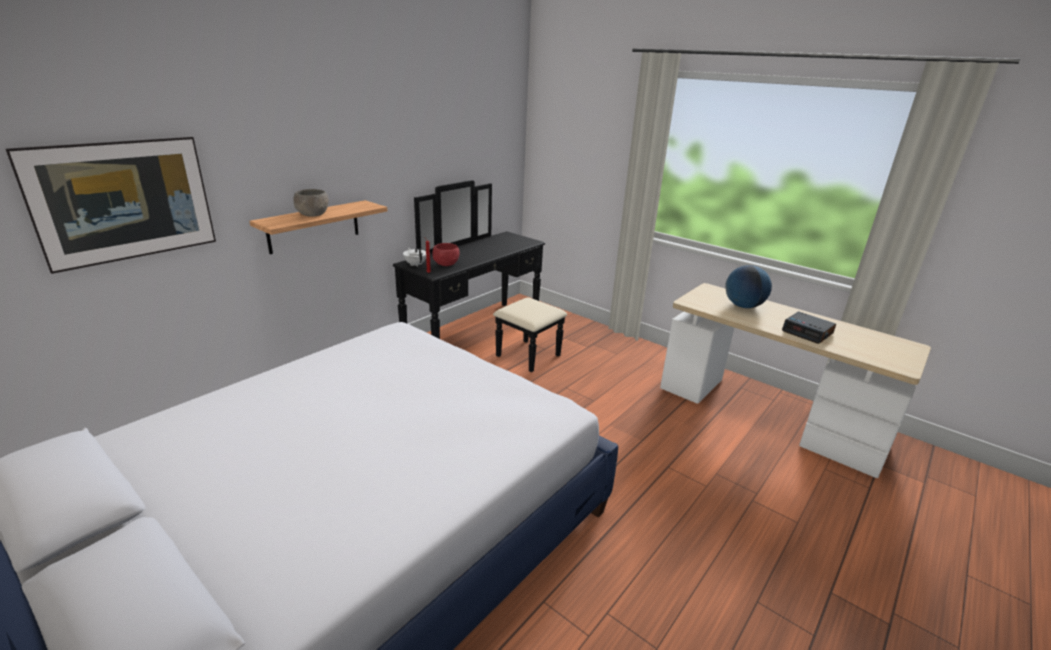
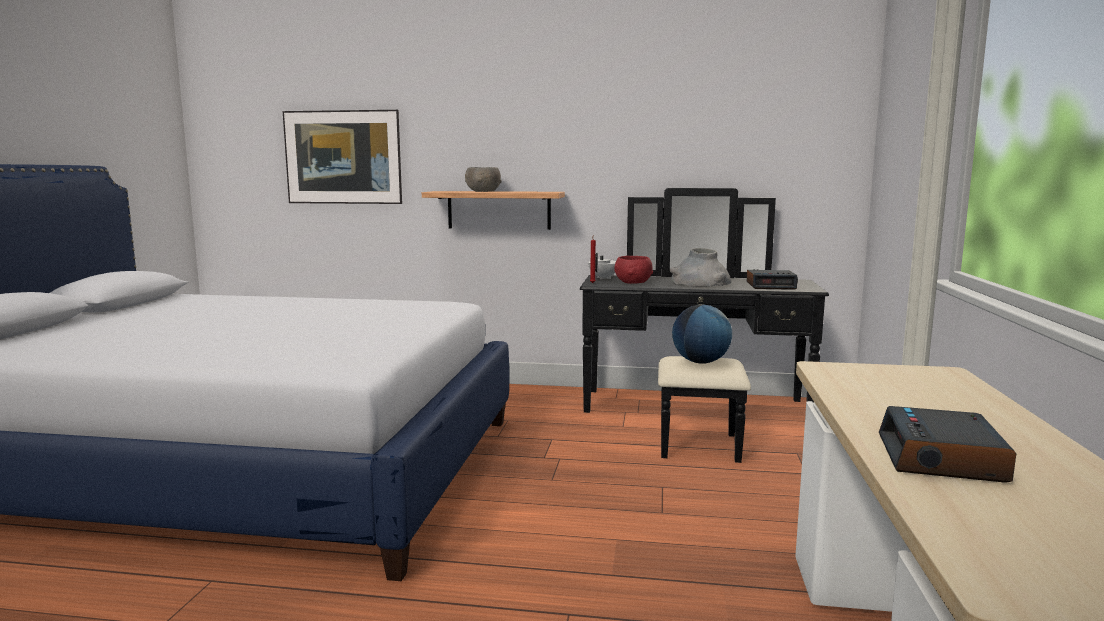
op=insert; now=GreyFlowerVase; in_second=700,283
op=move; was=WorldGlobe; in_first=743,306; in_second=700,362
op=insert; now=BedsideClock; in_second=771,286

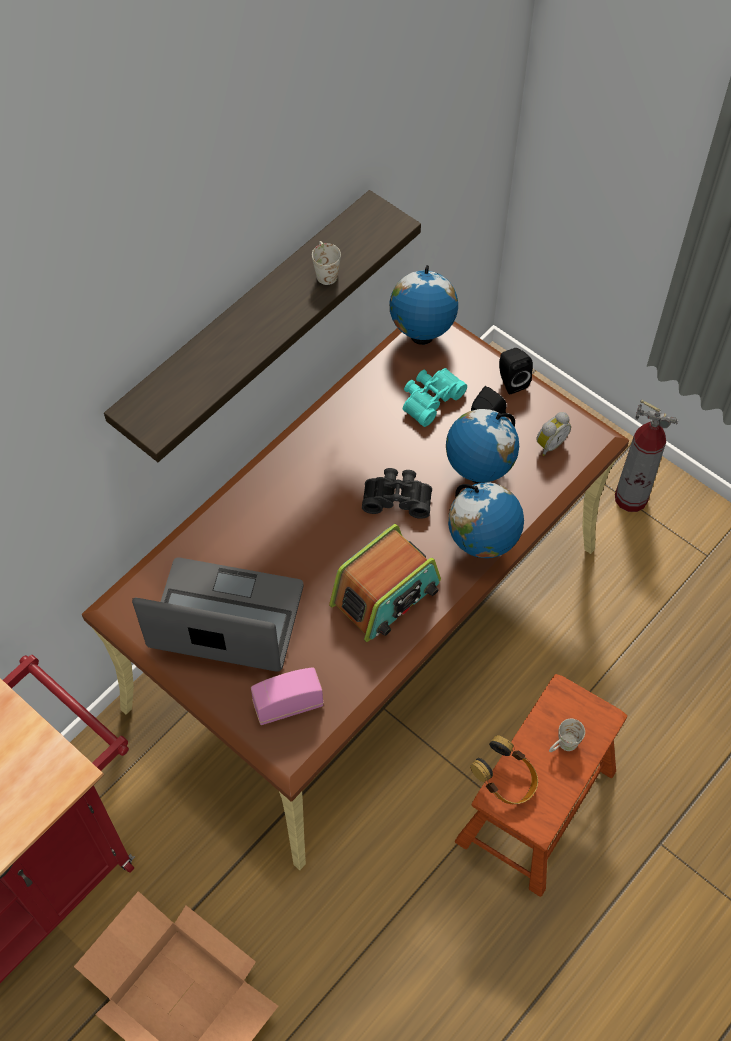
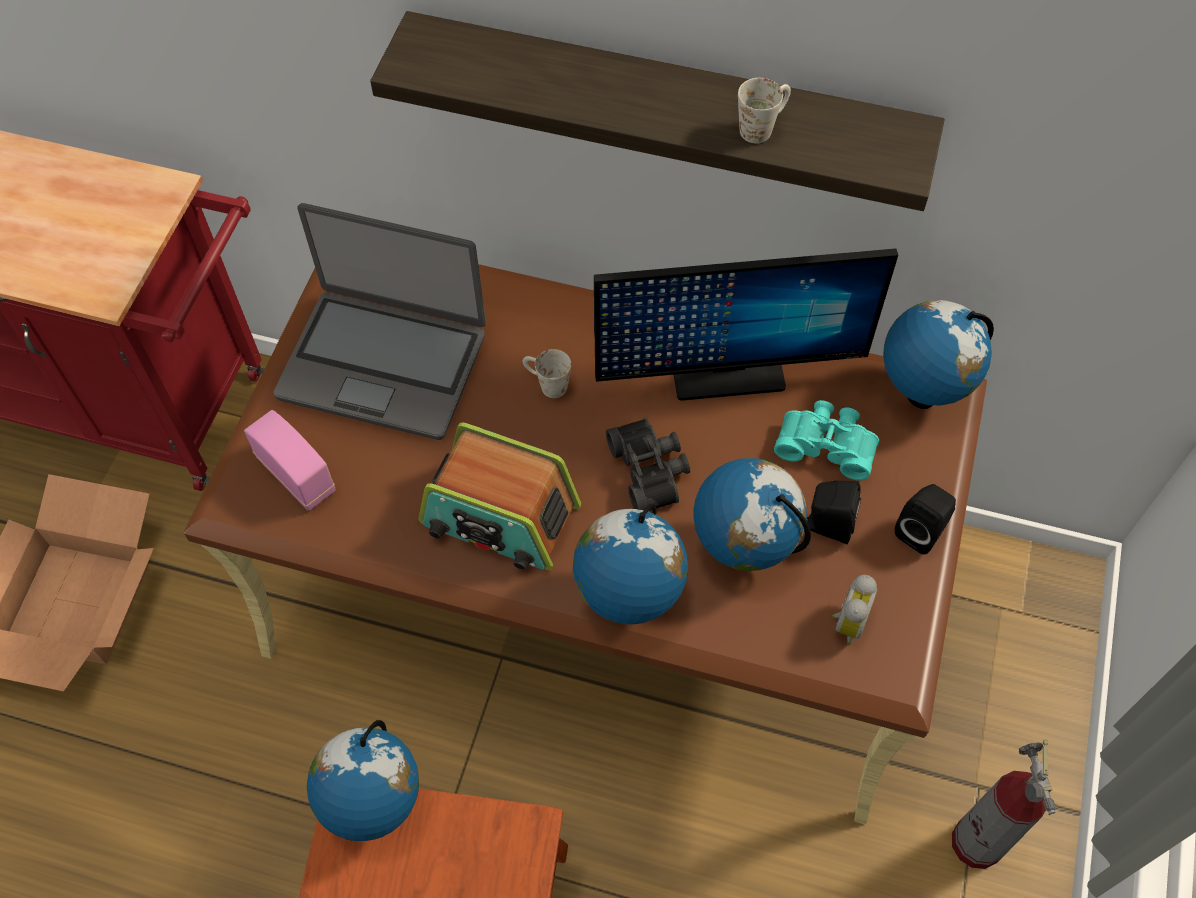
op=rotate; was=NotebookComputer; in_first=226,619; in_second=383,363; clockwise=120
op=replace; was=PairOfHeadphones; now=WorldGlobe; in_first=505,780; in_second=375,805
op=move; was=WhiteCoffeeMug; in_first=563,746; in_second=546,384
op=insert; now=ComputerDisplay; in_second=726,372
op=rotate; was=BedsideClock; in_first=549,444; in_second=847,621; clockwise=-90

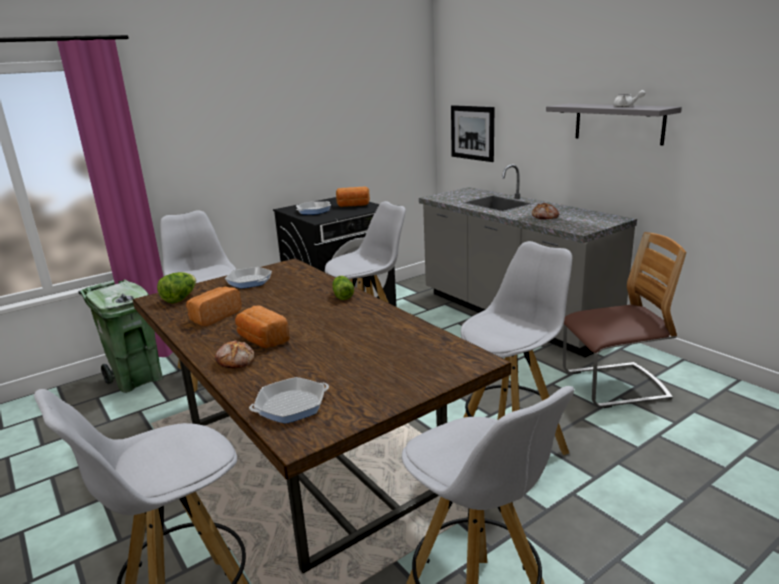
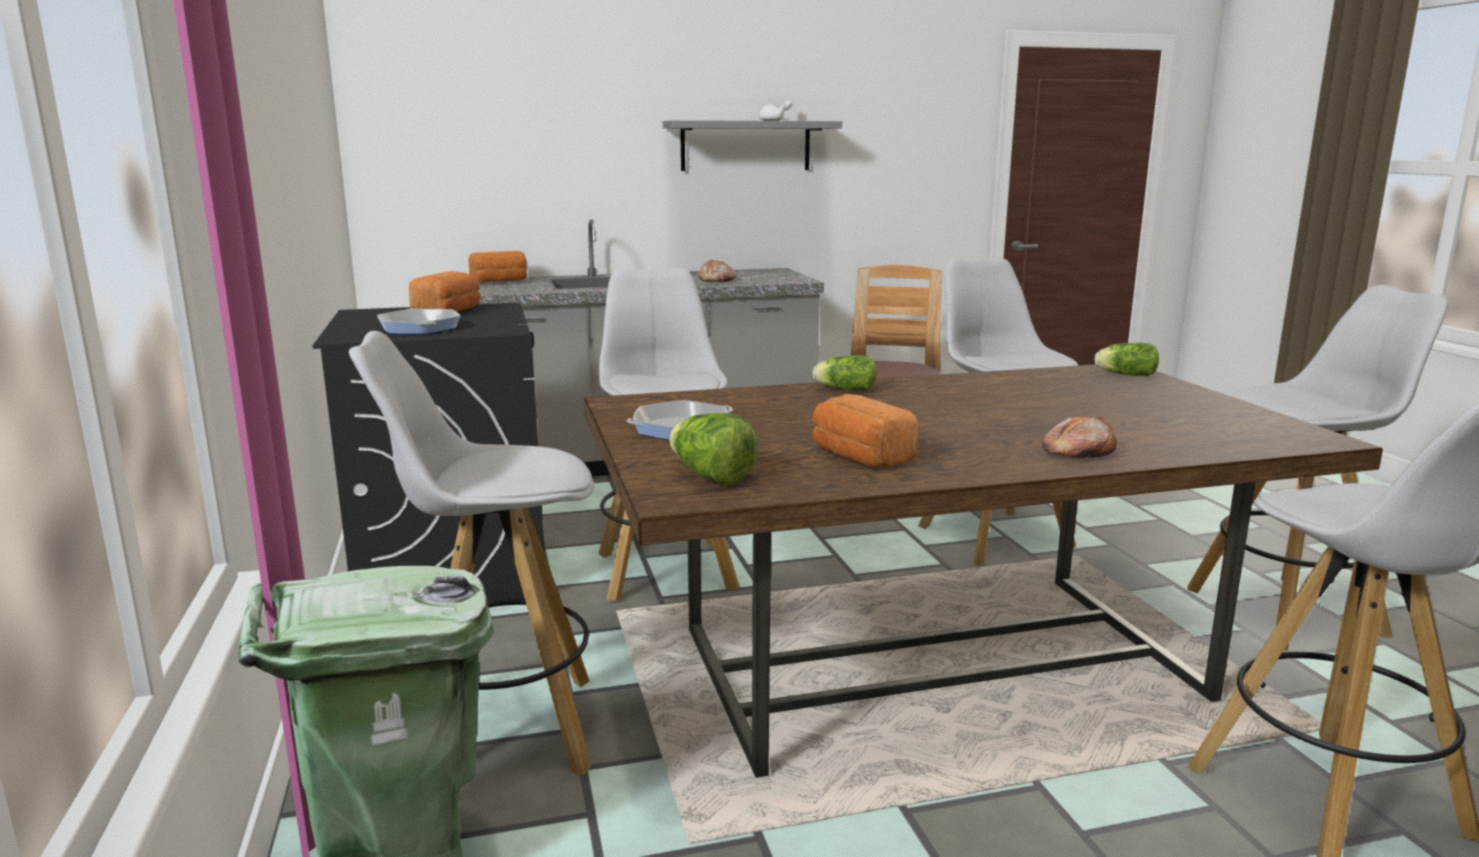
op=move; was=BakeryBread; in_first=262,340; in_second=500,281
op=insert; now=LettuceHead; in_second=1124,374
op=delete; was=Pan; in_first=291,405
op=delete; was=Picture; in_first=472,133

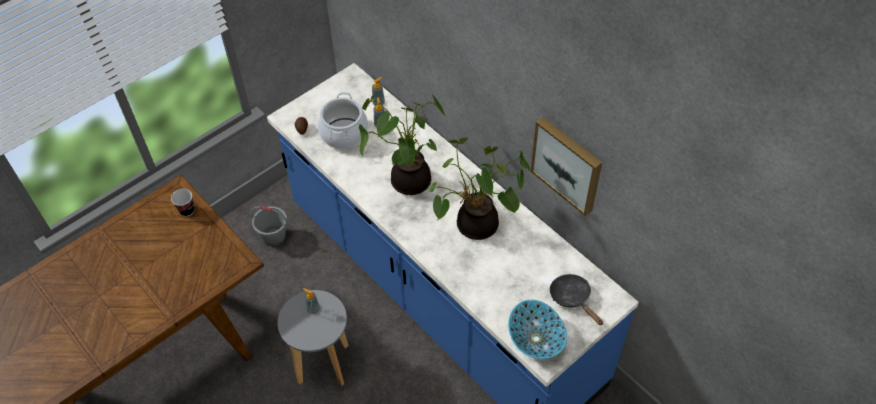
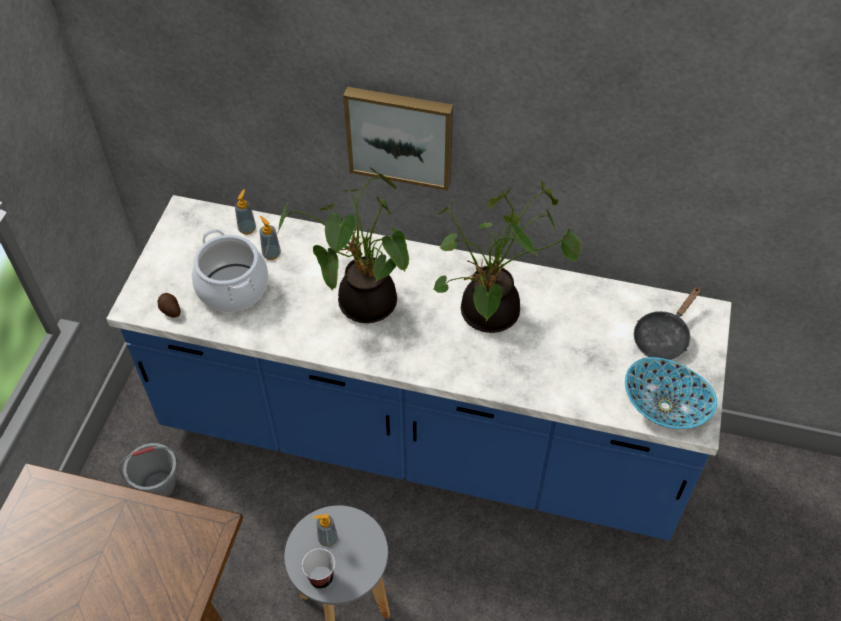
op=move; was=DrinkingCup; in_first=187,210; in_second=321,578
op=move; was=Picture; in_first=567,164; in_second=400,135
op=rotate; was=BlackColouredPan; in_first=572,298; in_second=663,337; clockwise=-75

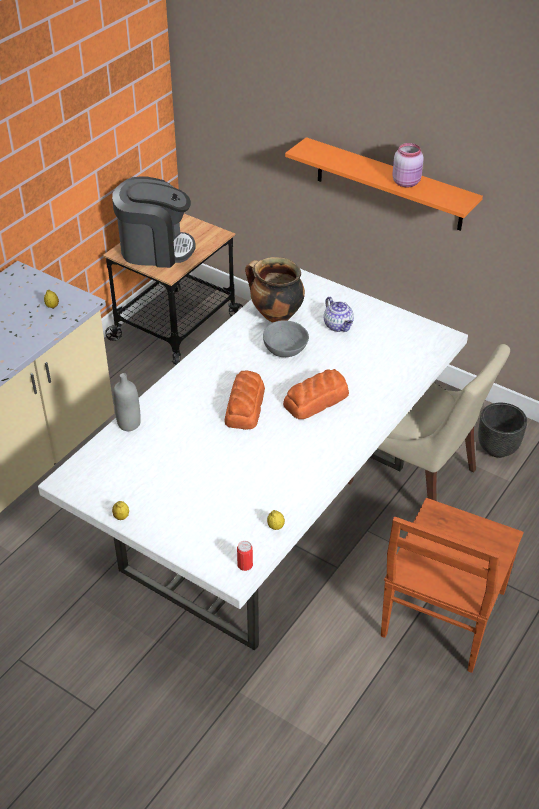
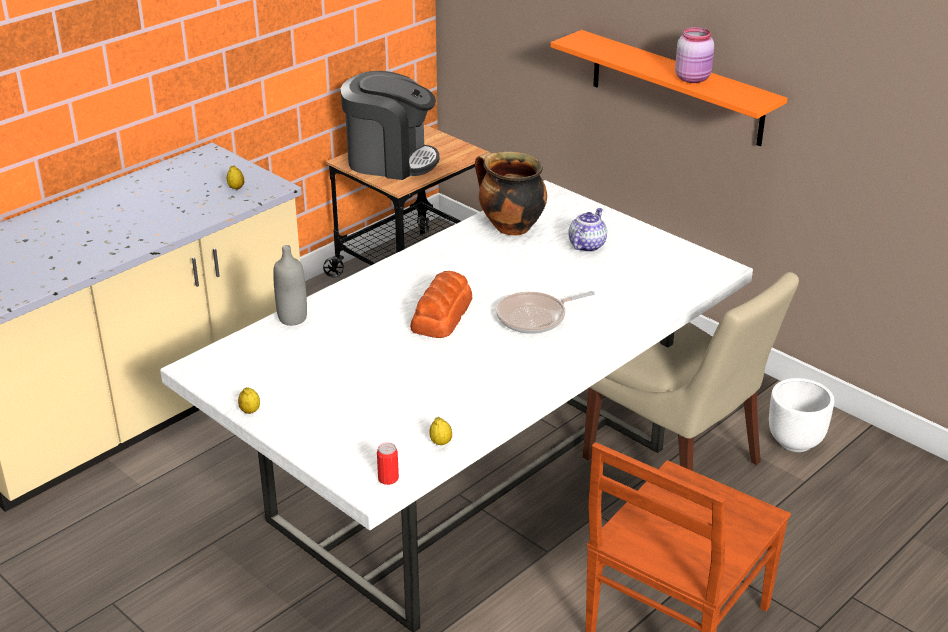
op=replace; was=BakeryBread; now=Pan; in_first=317,400; in_second=535,317
op=rotate; was=TeaPot; in_first=338,326; in_second=587,245; clockwise=-135
op=recolor; was=BlackColouredPlanter; now=WhitePlanter; in_first=498,449; in_second=796,442
op=delete; was=GreyServingBowl; in_first=284,349

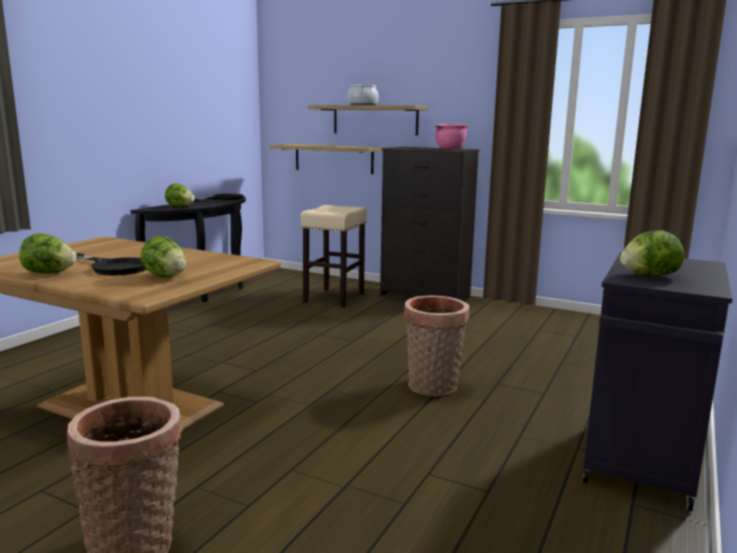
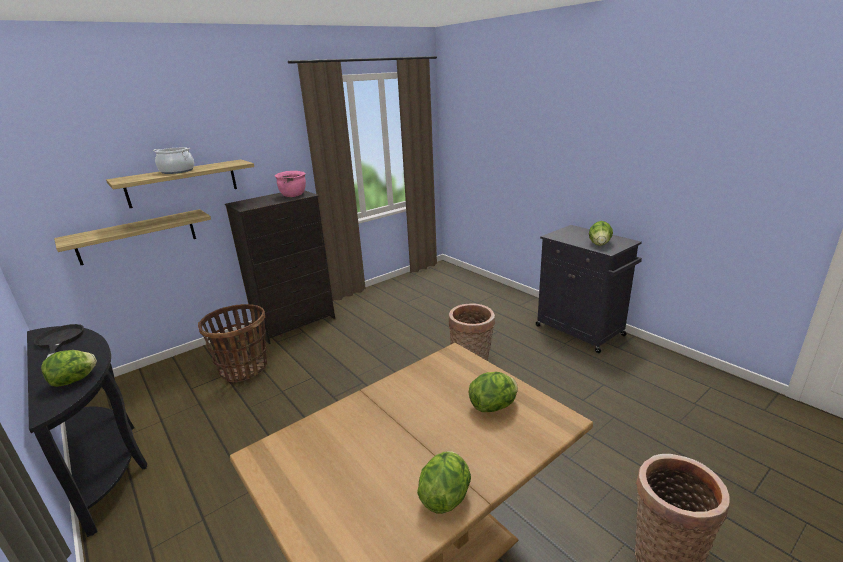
op=replace; was=SandColouredSittingStool; now=StorageBasket; in_first=334,297; in_second=244,369
op=delete; was=BlackColouredPan; in_first=114,267

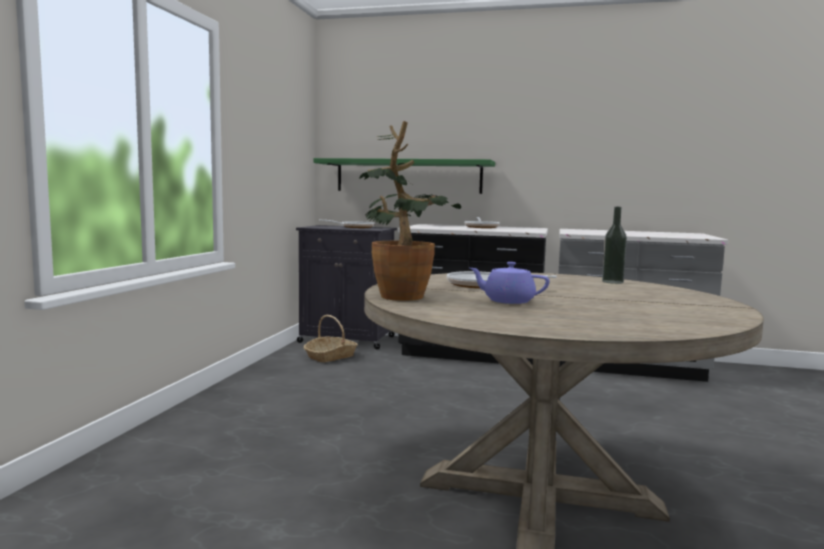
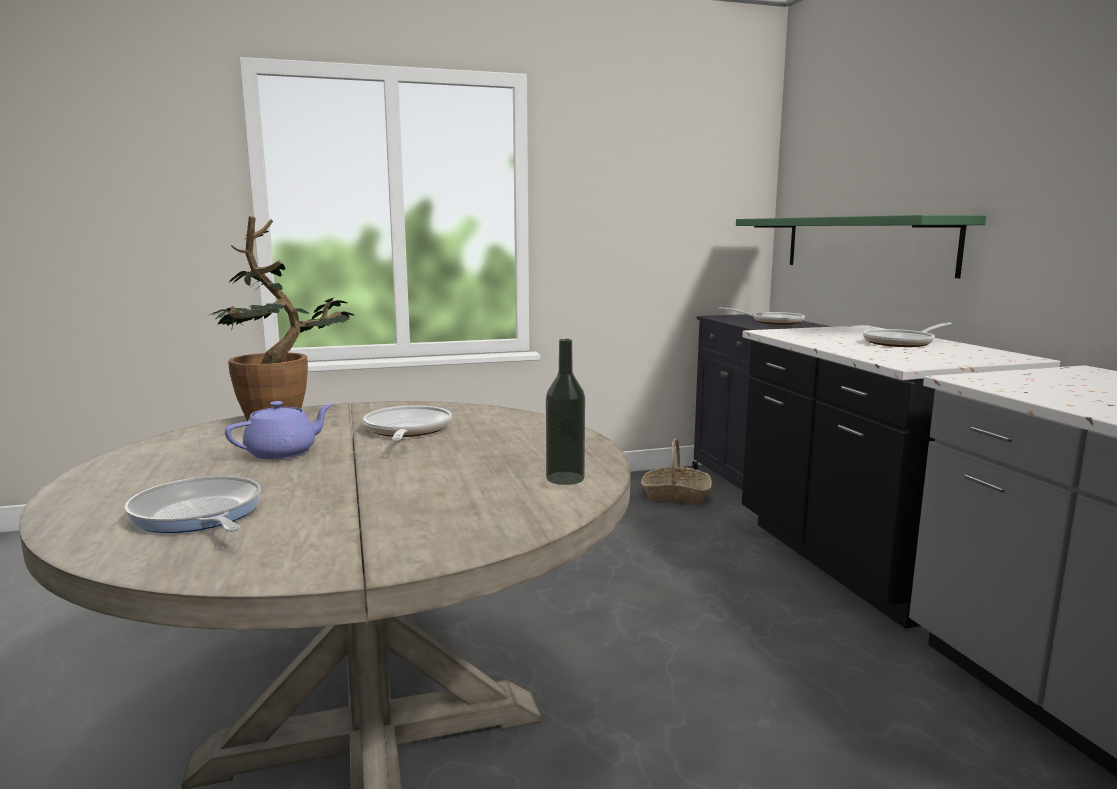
op=insert; now=Pan; in_second=198,515
op=rotate; was=PurpleTeaPot; in_first=507,301; in_second=283,452; clockwise=60

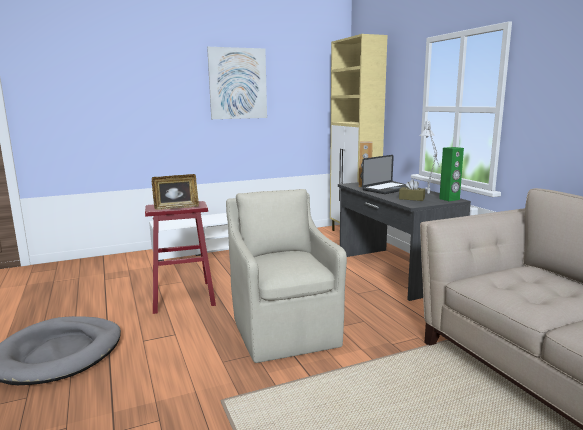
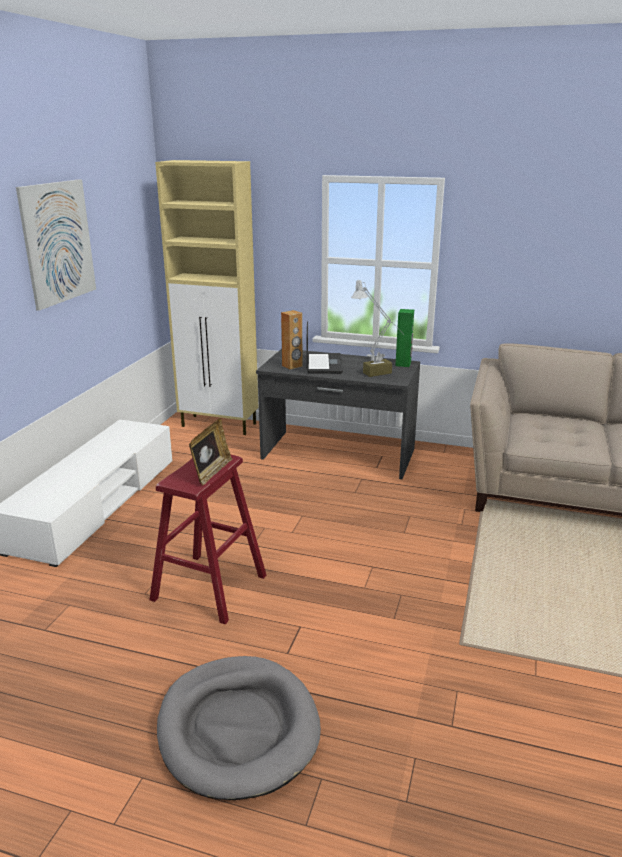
op=delete; was=SandColouredEasyChair; in_first=284,330

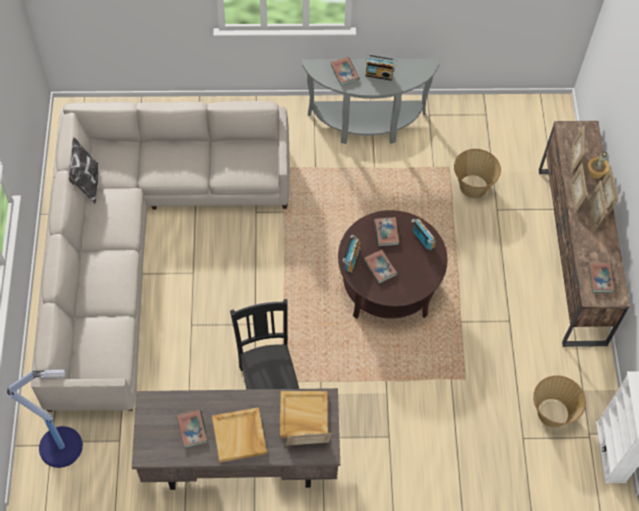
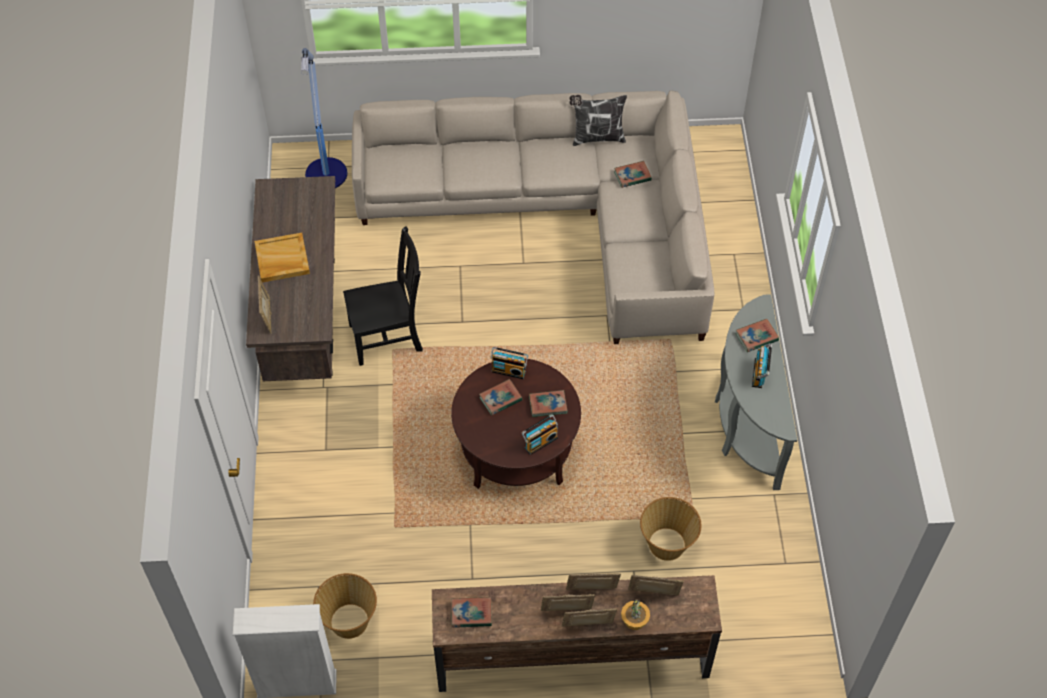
op=move; was=Volume; in_first=192,429; in_second=632,176
op=delete; was=SandColouredCarryingTray; in_first=303,416

